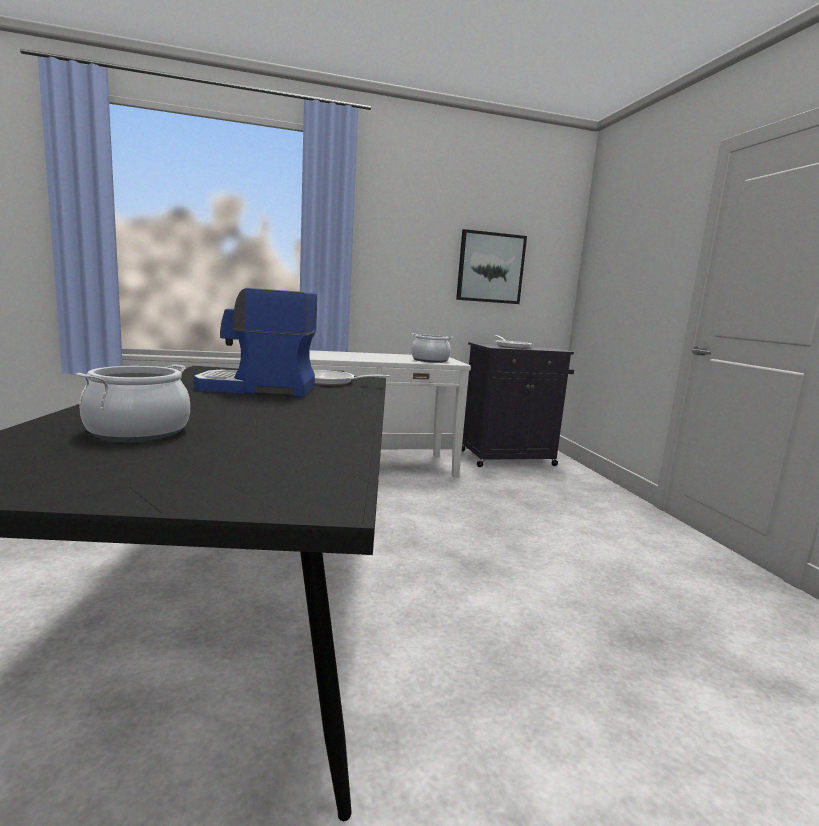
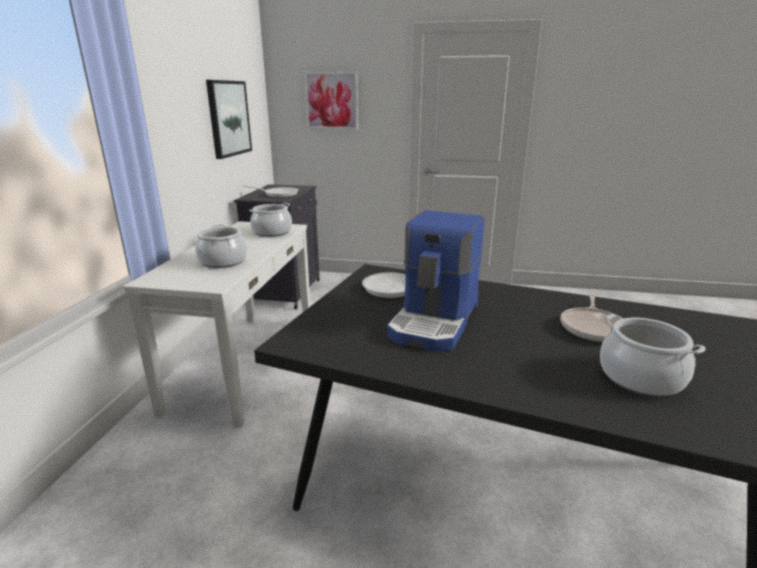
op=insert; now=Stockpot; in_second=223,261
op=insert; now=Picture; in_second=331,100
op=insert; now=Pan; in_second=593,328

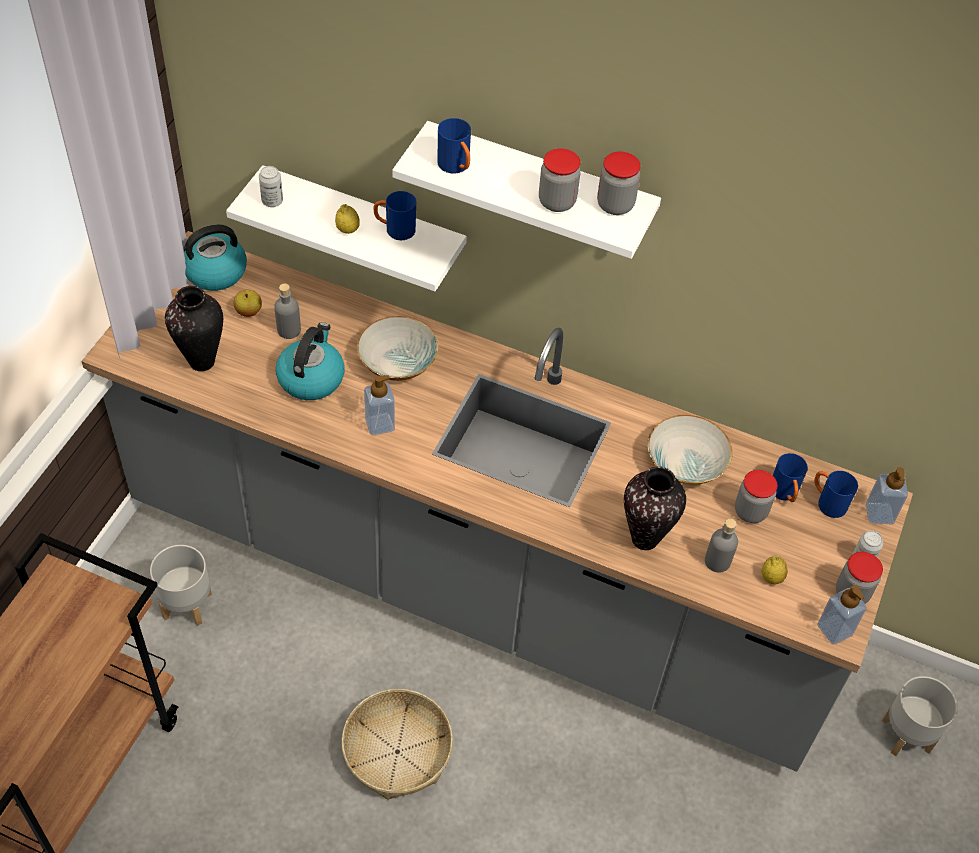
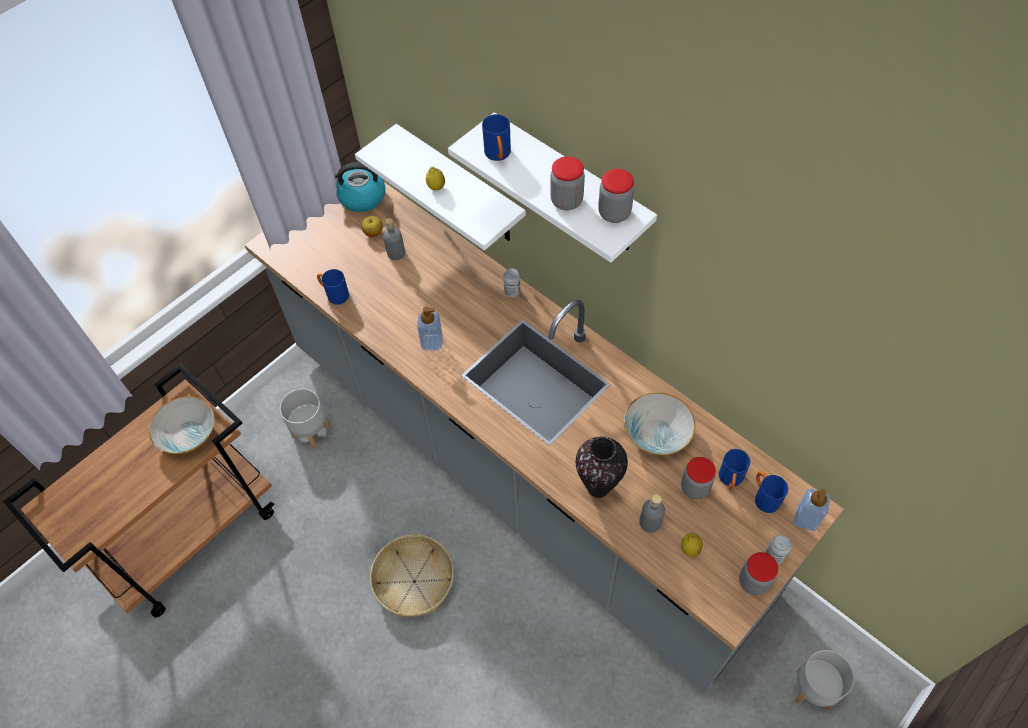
op=move; was=ServingBowl; in_first=397,363; in_second=187,434
op=move; was=BlueColouredCoffeeMug; in_first=394,230; in_second=334,294
op=move; was=MetalCan; in_first=272,201; in_second=512,291
op=delete; was=FlowerVase; in_first=201,362
op=delete; was=WaterKettle; in_first=311,378
op=delete; was=SoapBottle; in_first=834,629

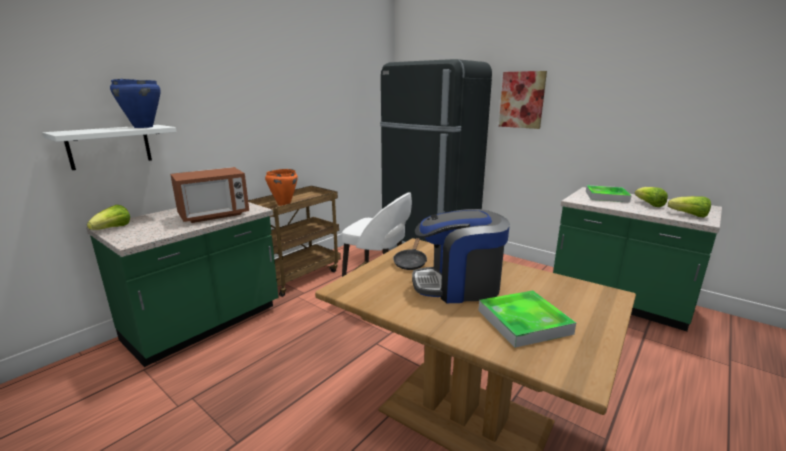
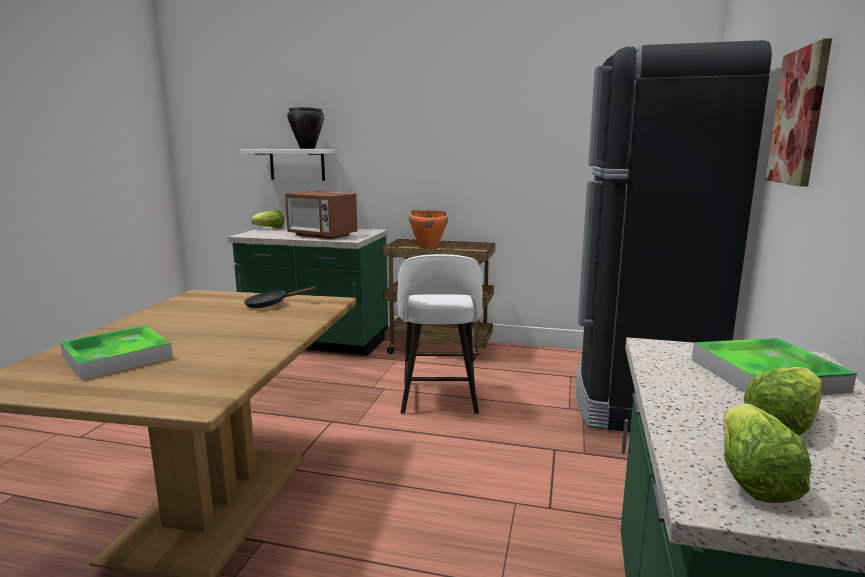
op=recolor; was=BlueColouredStockpot; now=BlackColouredStockpot; in_first=143,127; in_second=307,148
op=delete; was=CoffeeBrewer; in_first=458,286

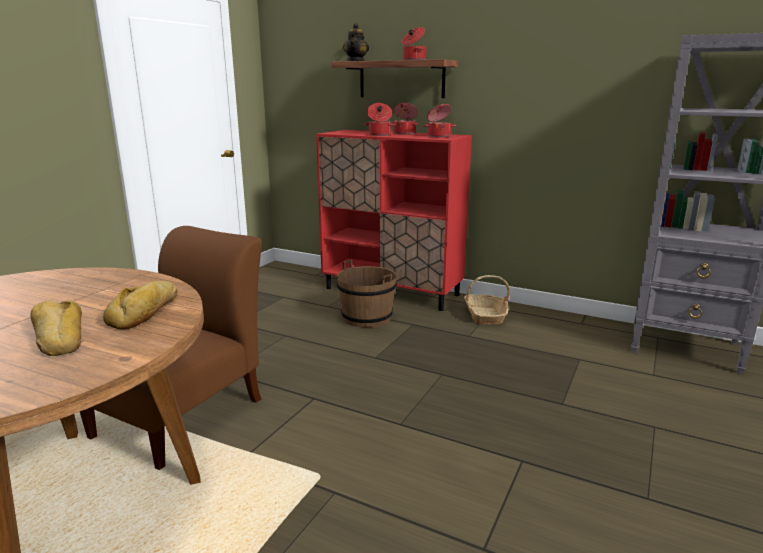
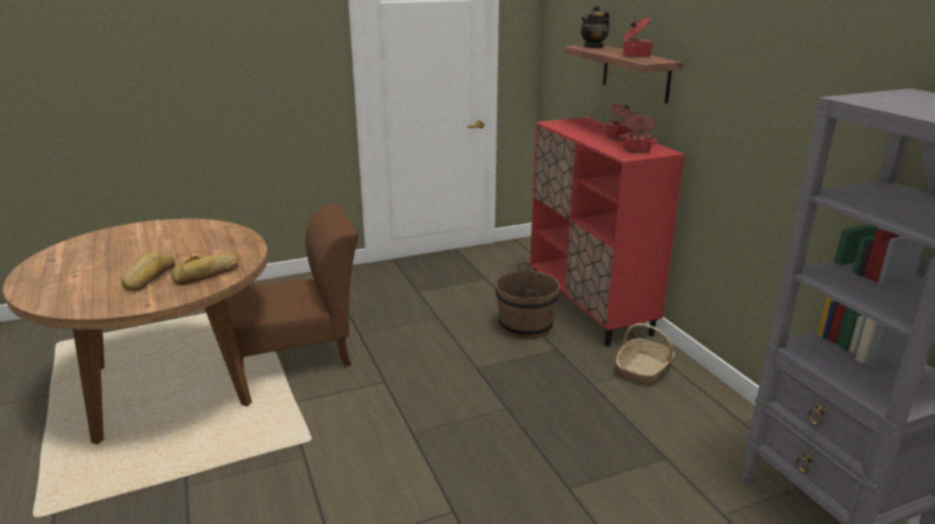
op=delete; was=Stockpot; in_first=379,135

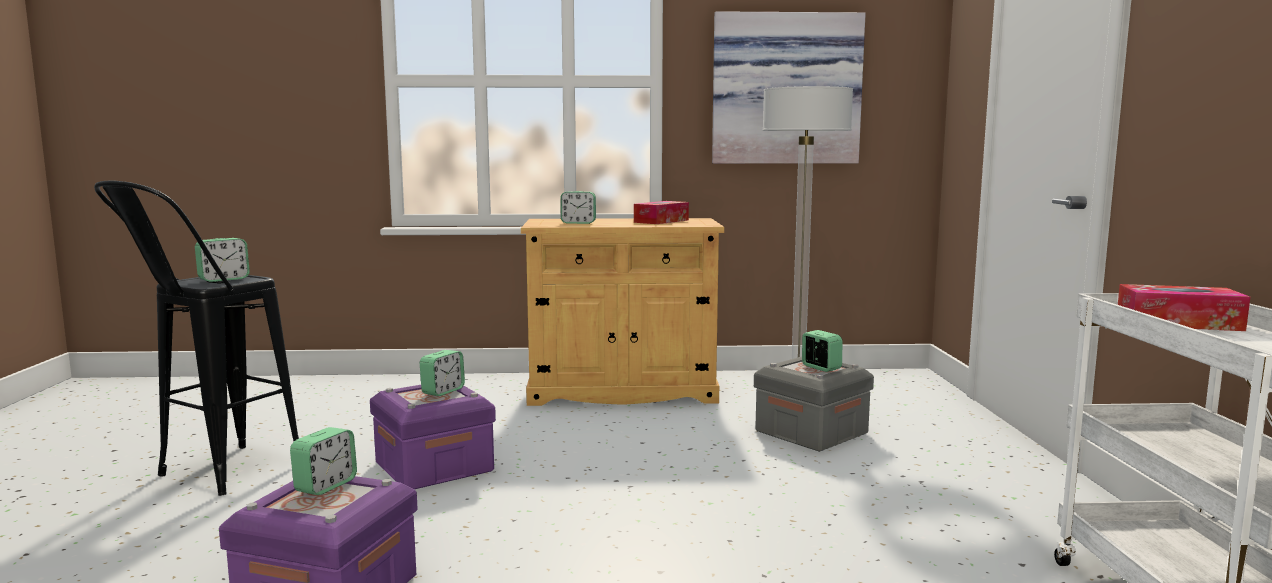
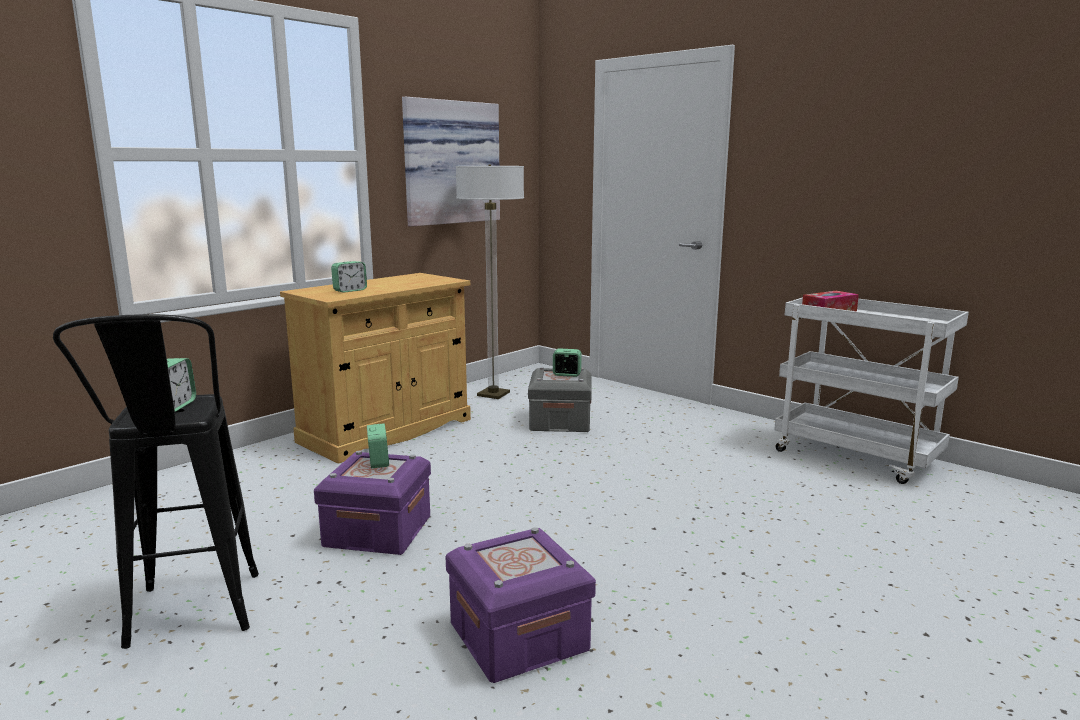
op=delete; was=BedsideClock; in_first=325,486
op=delete; was=BoxOfTissues; in_first=661,221

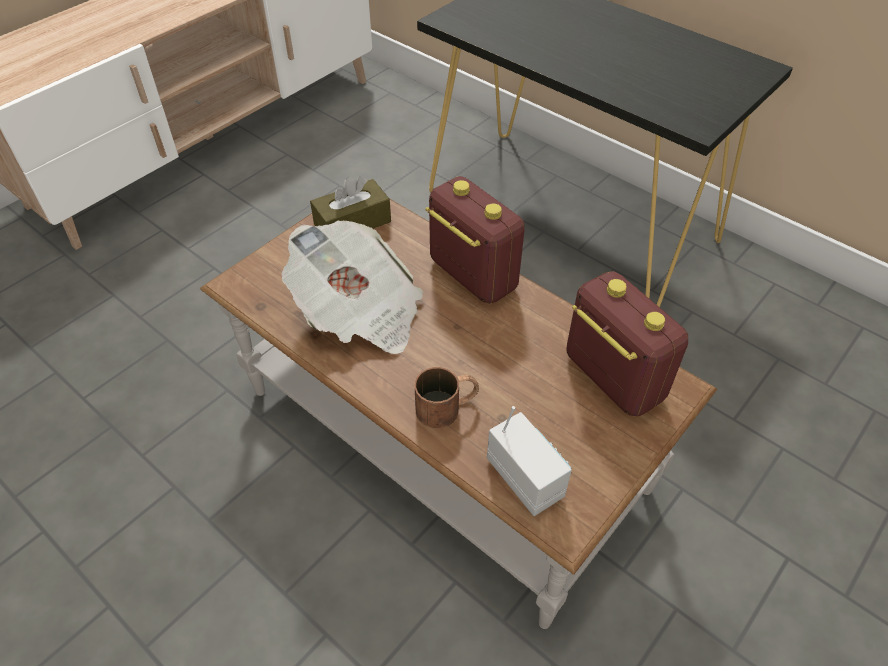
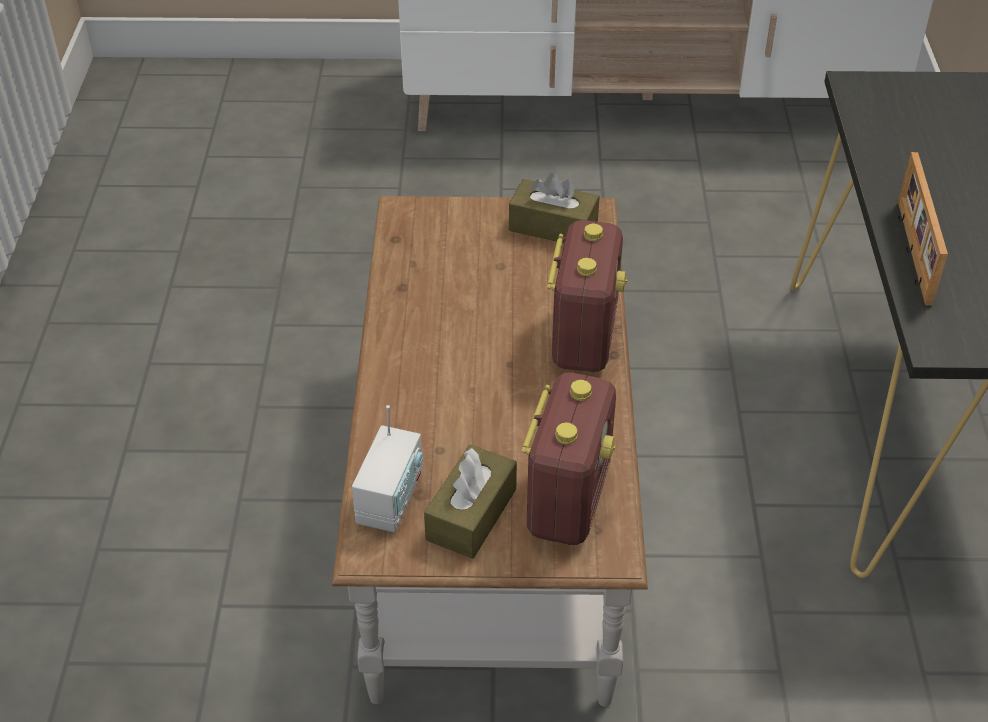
op=insert; now=BrownBoxOfTissues; in_second=471,514
op=insert; now=PictureFrame; in_second=911,251
op=delete; was=DailyPaper; in_first=359,312
op=delete; was=BrownCoffeeMug; in_first=447,407

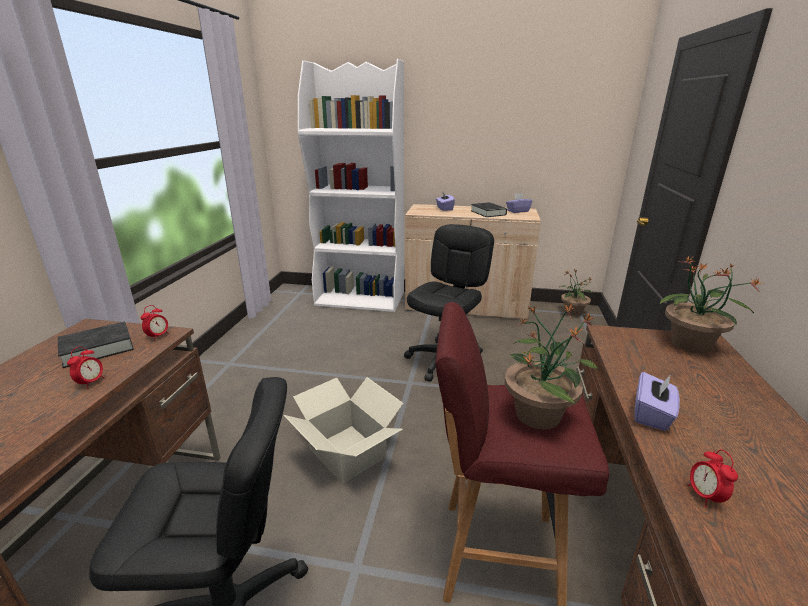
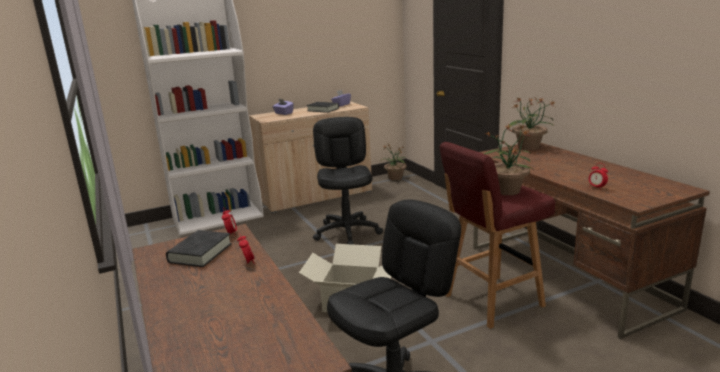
op=delete; was=PurpleBoxOfTissues; in_first=652,414

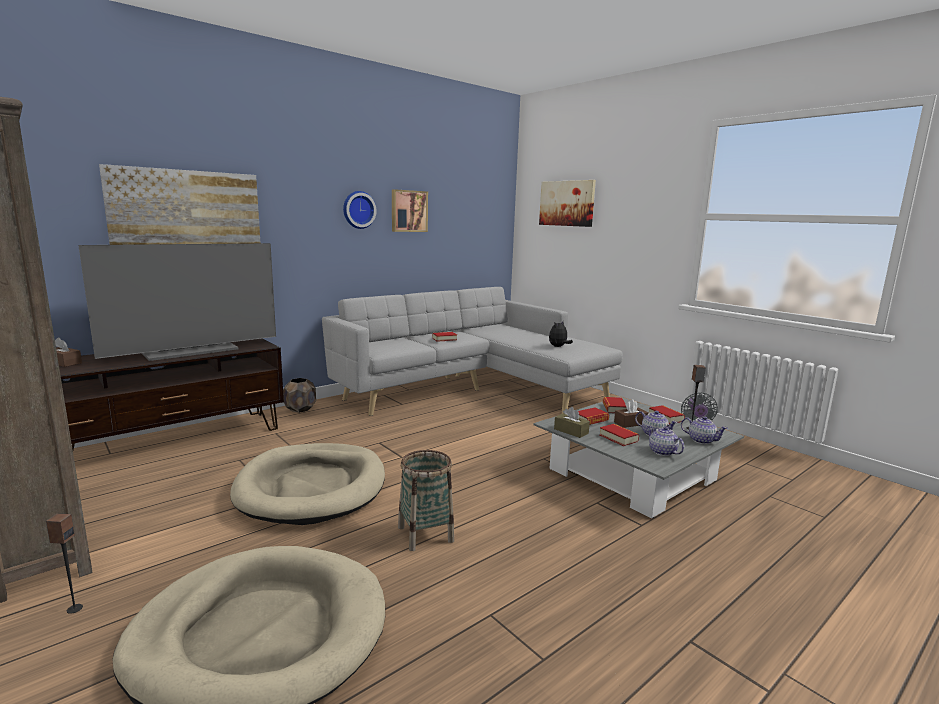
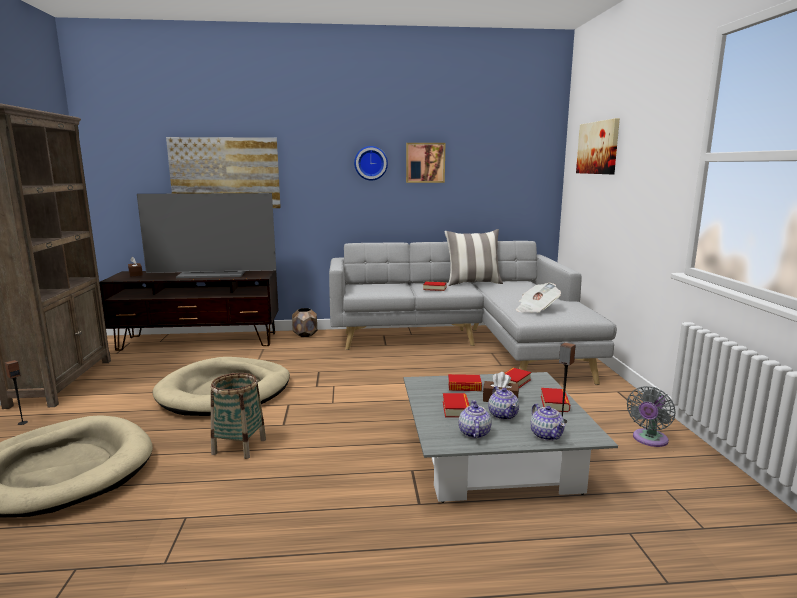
op=insert; now=Pillow; in_second=473,283
op=replace; was=CuddlyToy; now=DailyPaper; in_first=558,347; in_second=536,309
op=delete; was=BrownBoxOfTissues; in_first=571,431

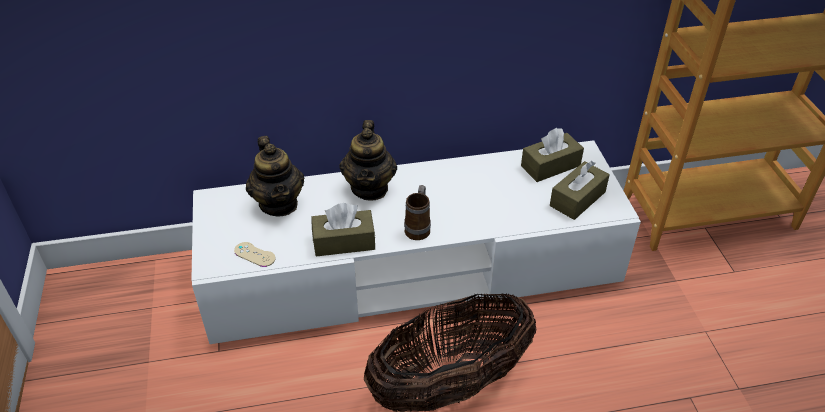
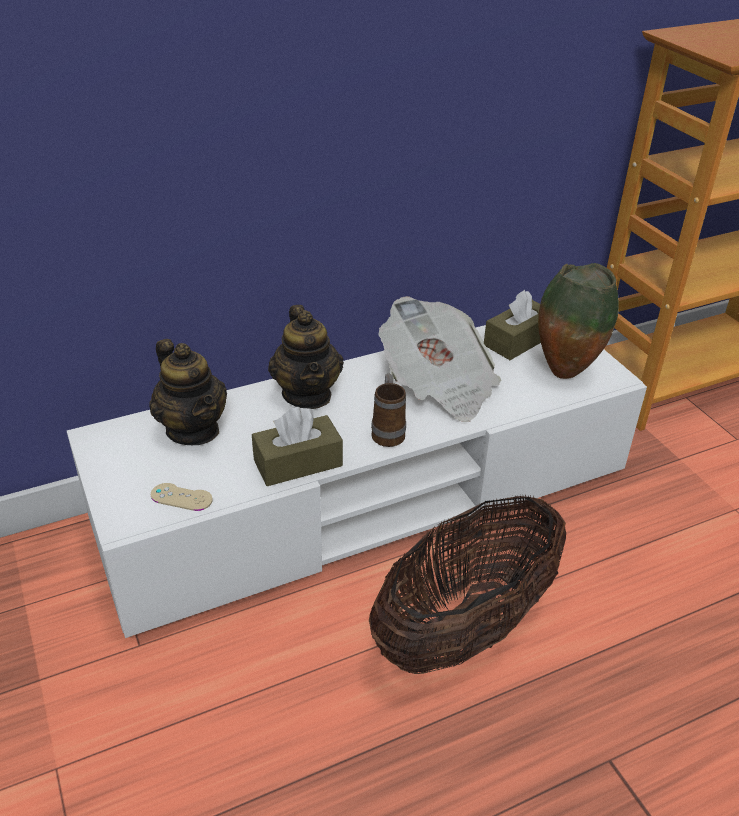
op=insert; now=DailyPaper; in_second=438,385
op=replace; was=BrownBoxOfTissues; now=FlowerVase; in_first=577,199; in_second=565,372

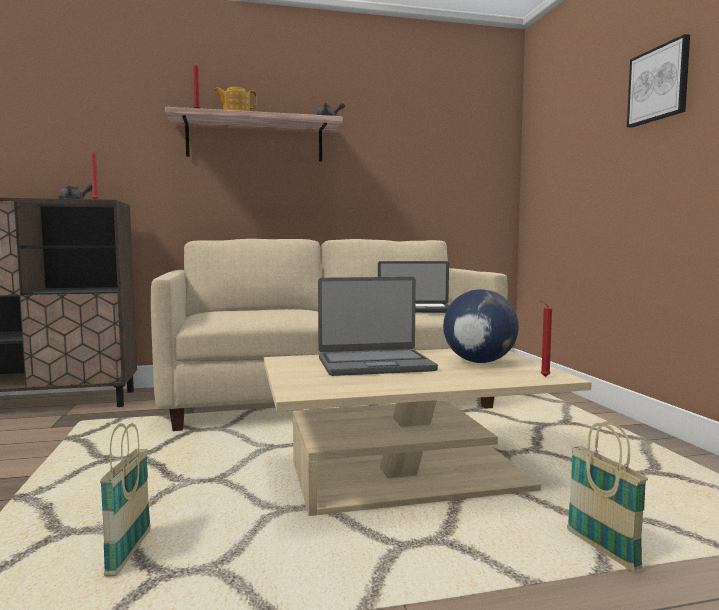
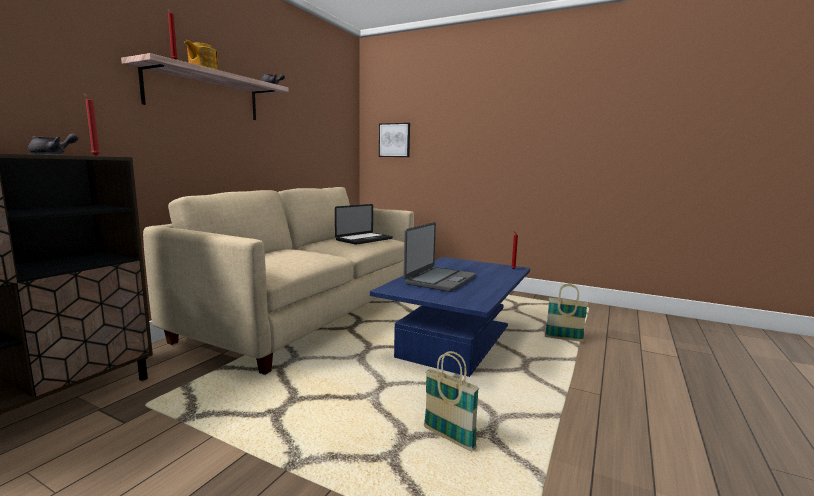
op=recolor; was=SandColouredLowTable; now=BlueColouredLowTable; in_first=410,476; in_second=456,341
op=move; was=Picture; in_first=658,84; in_second=394,140
op=delete; was=WorldGlobe; in_first=479,362

